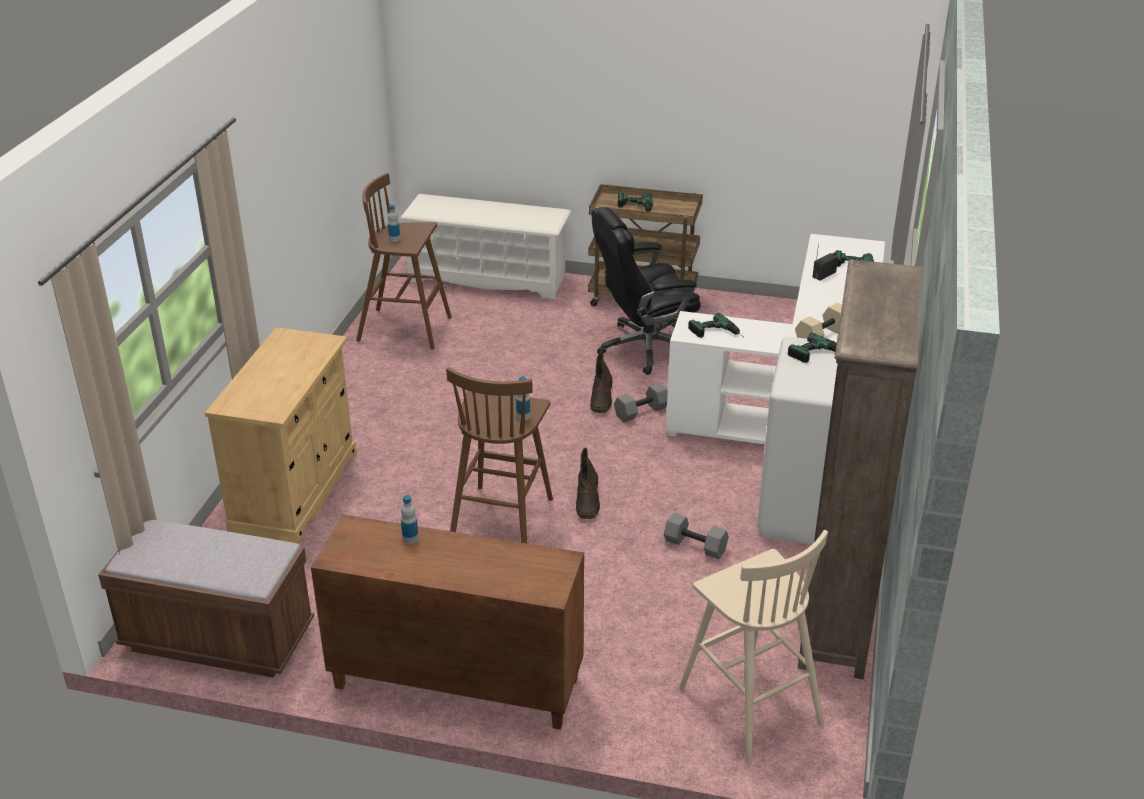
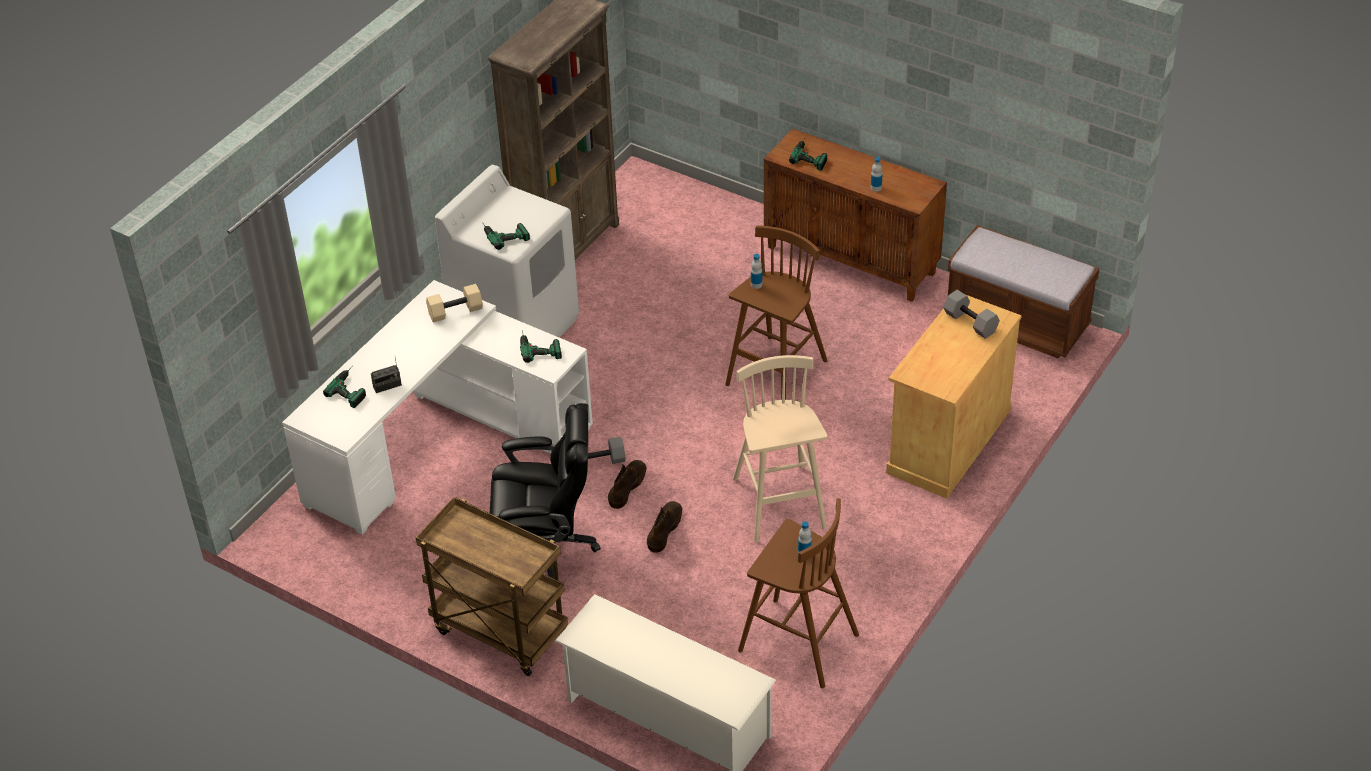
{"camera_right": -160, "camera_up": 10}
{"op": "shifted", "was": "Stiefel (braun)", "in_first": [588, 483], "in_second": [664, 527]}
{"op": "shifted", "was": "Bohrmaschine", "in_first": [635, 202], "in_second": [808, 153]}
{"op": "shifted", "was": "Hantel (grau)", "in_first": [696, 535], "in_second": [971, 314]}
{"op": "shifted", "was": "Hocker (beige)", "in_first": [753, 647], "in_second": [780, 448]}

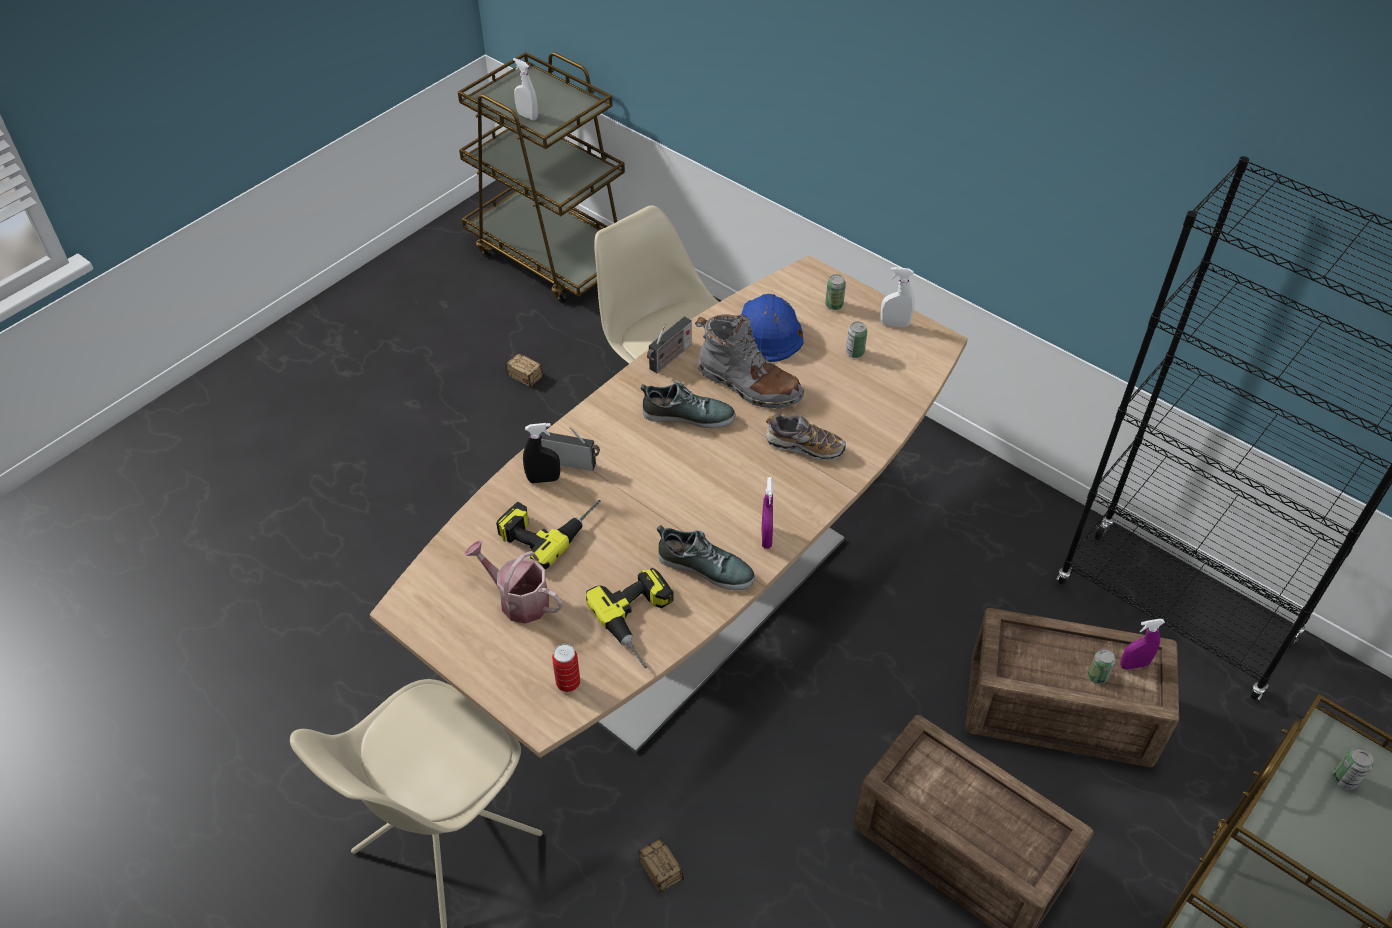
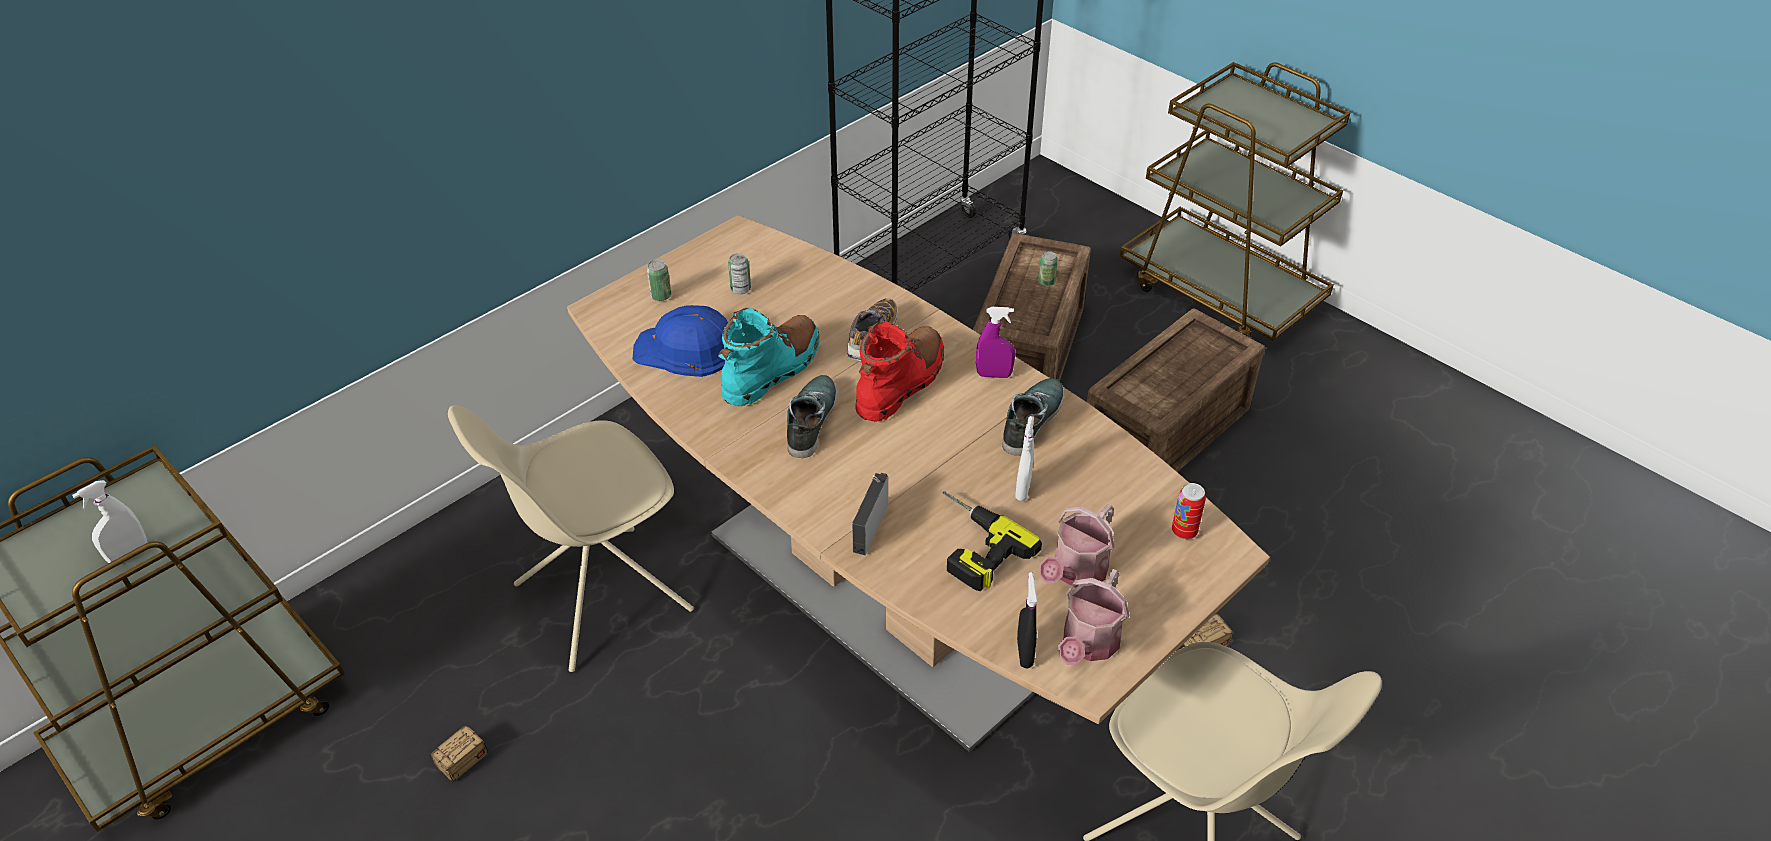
{"camera_right": -85, "camera_up": -5}
{"op": "shifted", "was": "Sprühflasche (schwarz)", "in_first": [541, 453], "in_second": [1027, 620]}
{"op": "gone", "was": "Bohrmaschine", "in_first": [630, 618]}
{"op": "gone", "was": "Radio", "in_first": [669, 345]}
{"op": "repainted", "was": "Stiefel (grau)", "now": "Stiefel (türkis)", "in_first": [749, 362], "in_second": [769, 357]}
{"op": "shifted", "was": "Sprühflasche (weiß)", "in_first": [897, 297], "in_second": [1024, 458]}
{"op": "gone", "was": "Sprühflasche (lila)", "in_first": [1142, 644]}
{"op": "gone", "was": "Dose", "in_first": [1353, 769]}
{"op": "new", "now": "Stiefel (rot)", "in_second": [899, 372]}
{"op": "new", "now": "Gießkanne", "in_second": [1094, 617]}

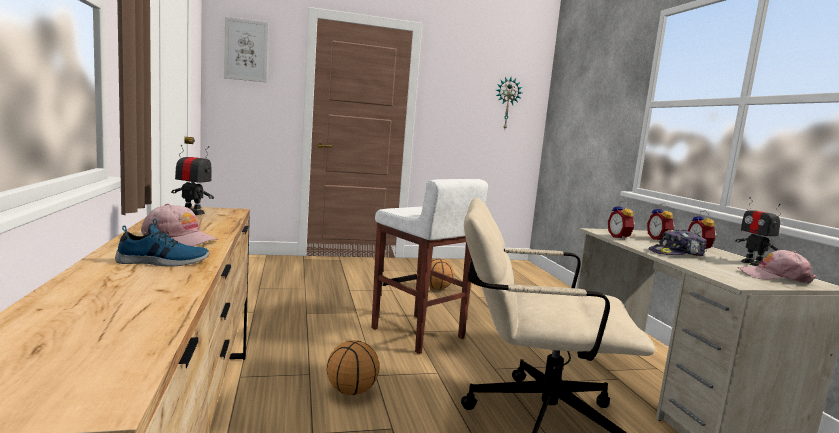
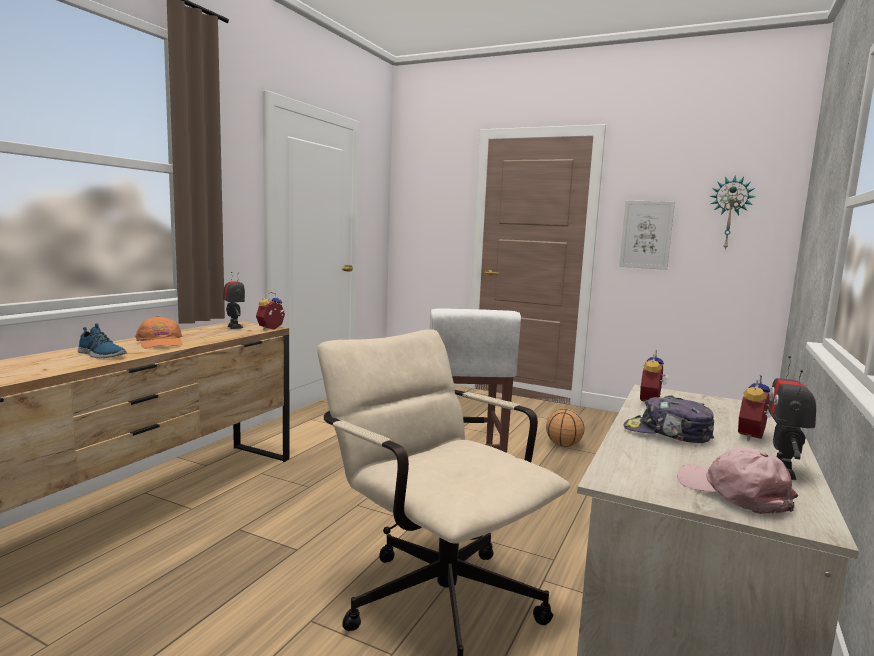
{"camera_right": 40, "camera_up": 0}
{"op": "repainted", "was": "Kappe (rosa)", "now": "Kappe (orange)", "in_first": [180, 225], "in_second": [158, 332]}
{"op": "shifted", "was": "Bild", "in_first": [246, 49], "in_second": [647, 235]}
{"op": "gone", "was": "Basketball", "in_first": [353, 367]}
{"op": "shifted", "was": "Wecker", "in_first": [661, 221], "in_second": [270, 311]}

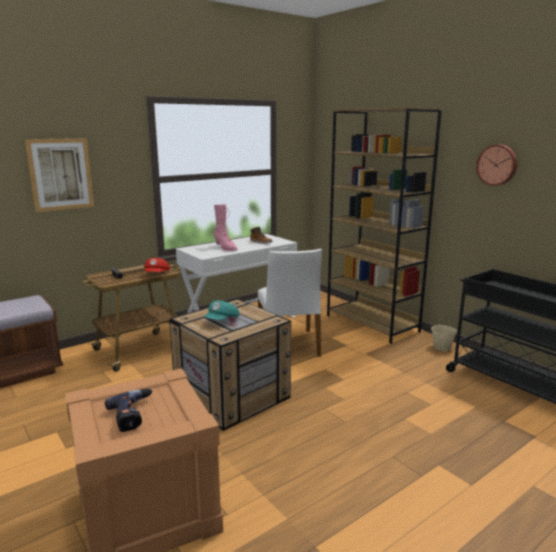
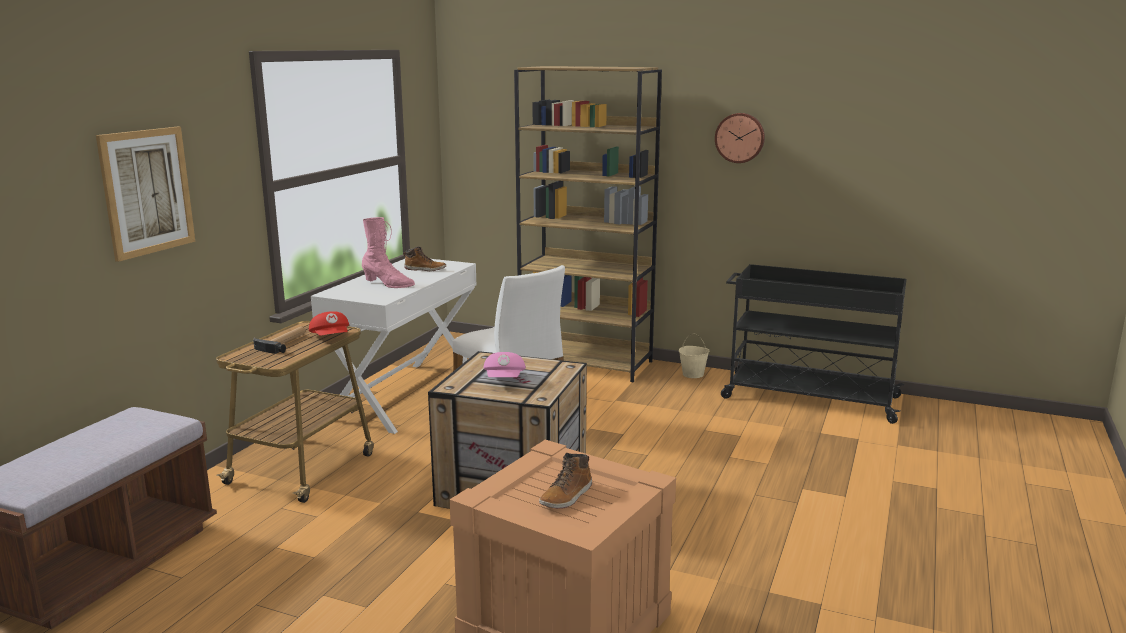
{"camera_right": -30, "camera_up": 0}
{"op": "swapped", "was": "Bohrmaschine", "now": "Stiefel", "in_first": [128, 410], "in_second": [565, 481]}
{"op": "repainted", "was": "Kappe (türkis)", "now": "Kappe (rosa)", "in_first": [222, 310], "in_second": [504, 364]}

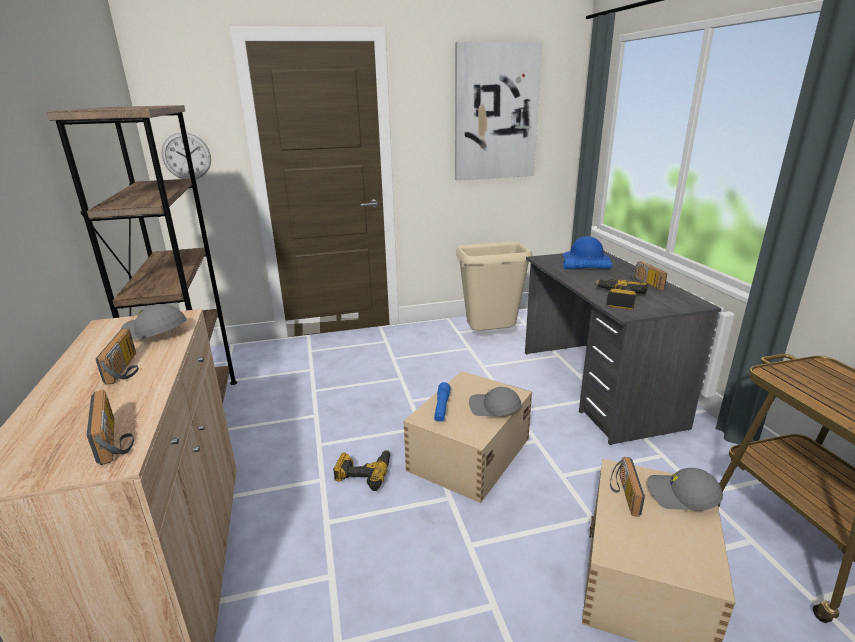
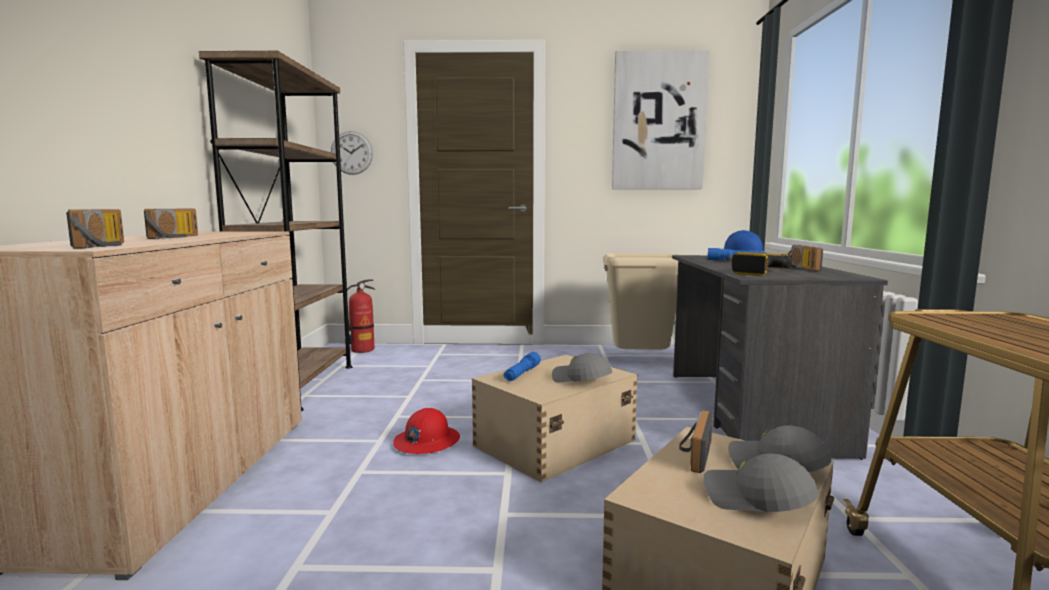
{"camera_right": 15, "camera_up": -15}
{"op": "shifted", "was": "Kappe (grau)", "in_first": [153, 322], "in_second": [761, 482]}
{"op": "swapped", "was": "Bohrmaschine", "now": "Schutzhelm (rot)", "in_first": [361, 470], "in_second": [426, 431]}
{"op": "new", "now": "Feuerlöscher", "in_second": [361, 316]}

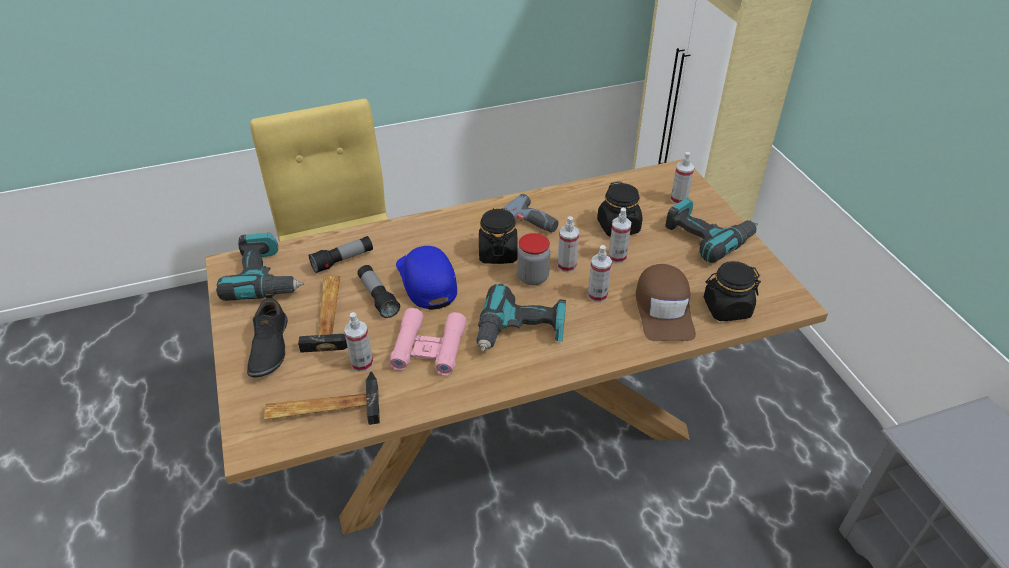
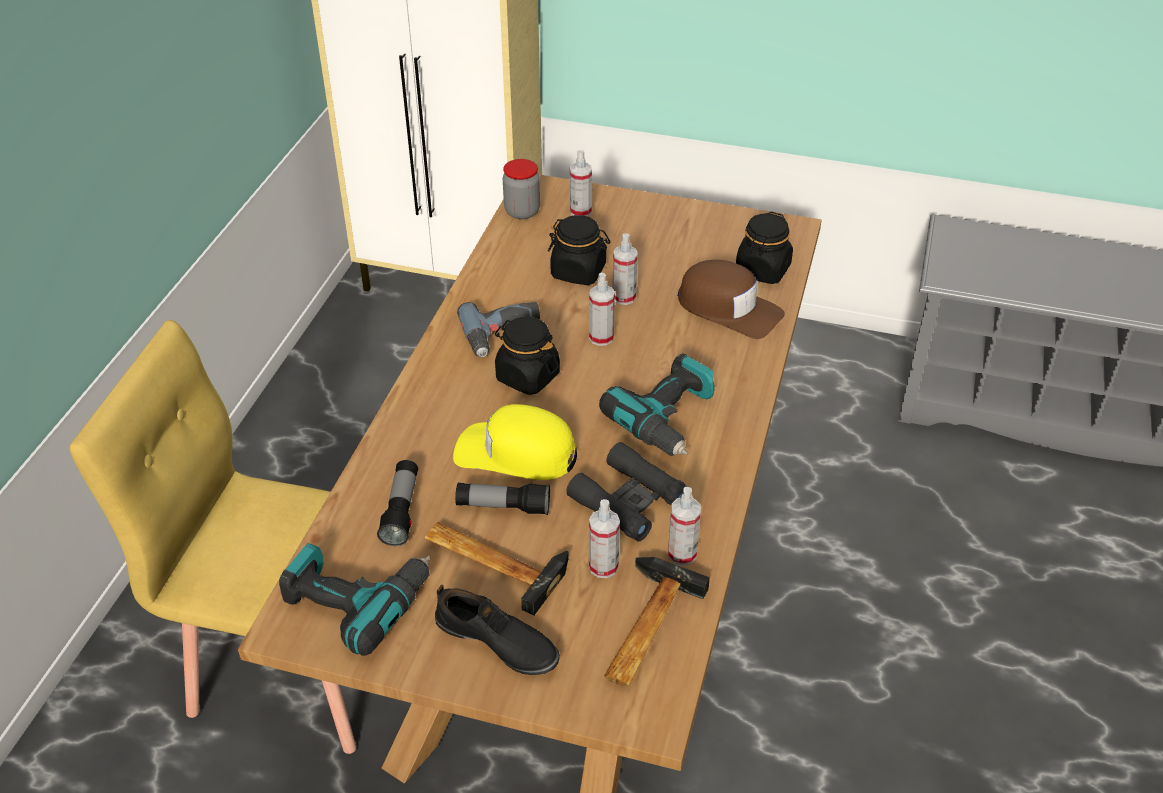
{"camera_right": -55, "camera_up": 0}
{"op": "repainted", "was": "Fernglas (rosa)", "now": "Fernglas (schwarz)", "in_first": [428, 342], "in_second": [626, 491]}
{"op": "repainted", "was": "Kappe (blau)", "now": "Kappe (gelb)", "in_first": [426, 278], "in_second": [515, 442]}
{"op": "shifted", "was": "Vorratsglas", "in_first": [533, 259], "in_second": [521, 189]}
{"op": "shifted", "was": "Sprühflasche", "in_first": [600, 274], "in_second": [684, 526]}
{"op": "gone", "was": "Bohrmaschine", "in_first": [712, 230]}

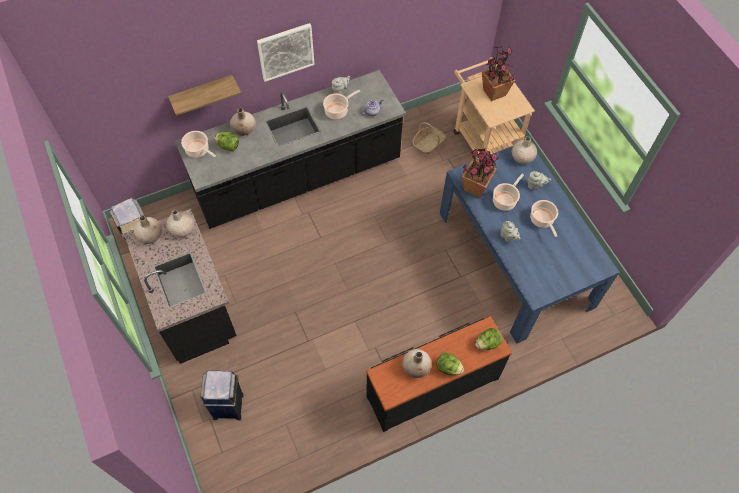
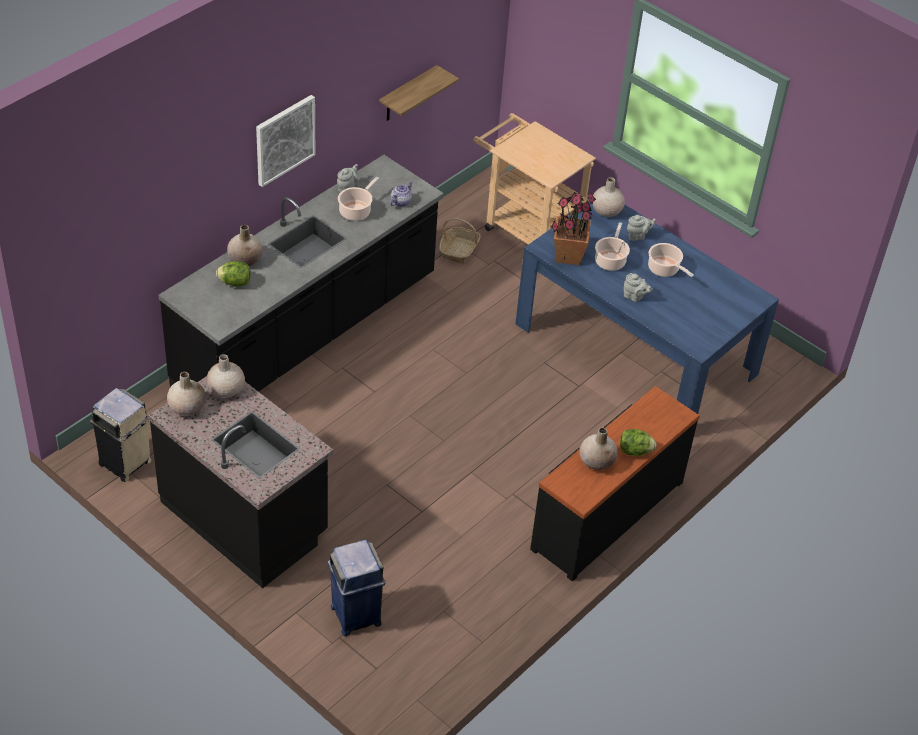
{"camera_right": -25, "camera_up": -15}
{"op": "shifted", "was": "Wandregal", "in_first": [204, 95], "in_second": [419, 93]}
{"op": "gone", "was": "Kochtopf", "in_first": [198, 144]}
{"op": "gone", "was": "Salatkopf", "in_first": [489, 339]}
{"op": "gone", "was": "Topfpflanze", "in_first": [498, 73]}

